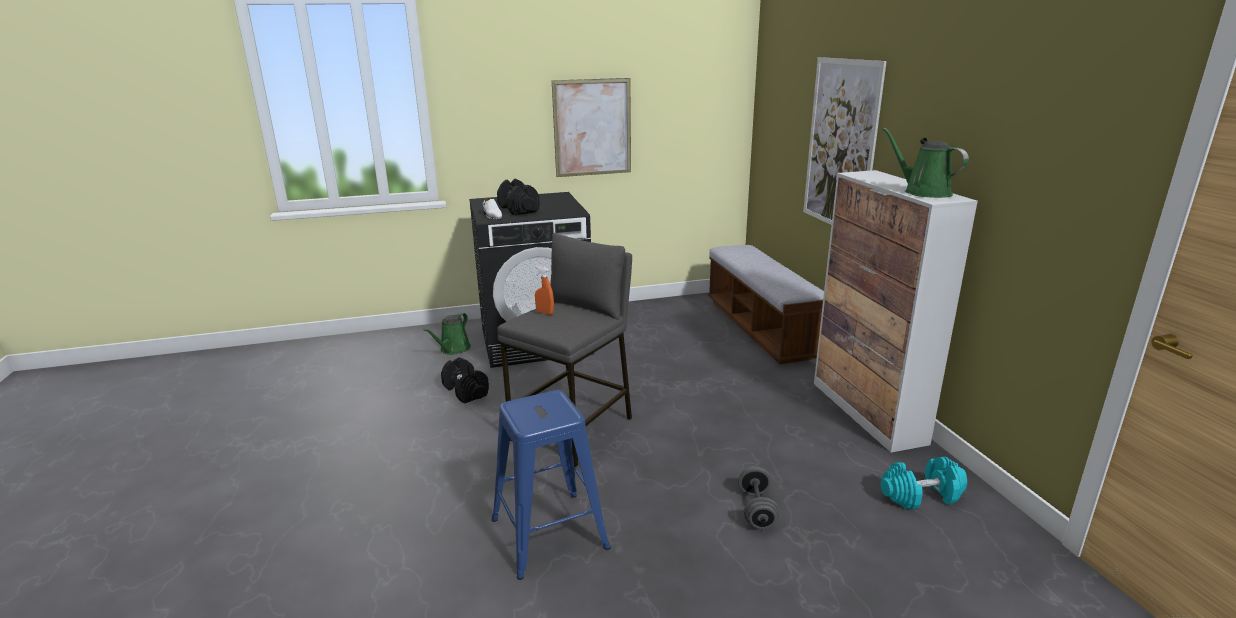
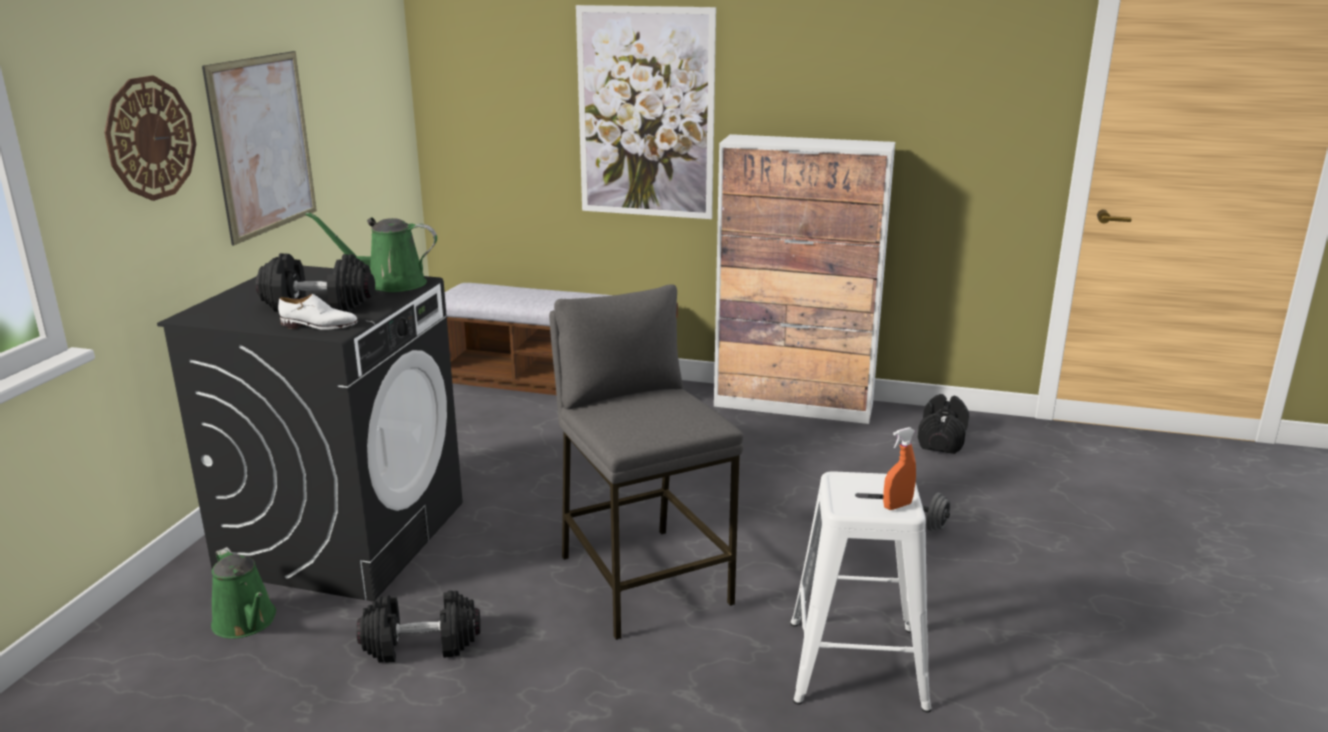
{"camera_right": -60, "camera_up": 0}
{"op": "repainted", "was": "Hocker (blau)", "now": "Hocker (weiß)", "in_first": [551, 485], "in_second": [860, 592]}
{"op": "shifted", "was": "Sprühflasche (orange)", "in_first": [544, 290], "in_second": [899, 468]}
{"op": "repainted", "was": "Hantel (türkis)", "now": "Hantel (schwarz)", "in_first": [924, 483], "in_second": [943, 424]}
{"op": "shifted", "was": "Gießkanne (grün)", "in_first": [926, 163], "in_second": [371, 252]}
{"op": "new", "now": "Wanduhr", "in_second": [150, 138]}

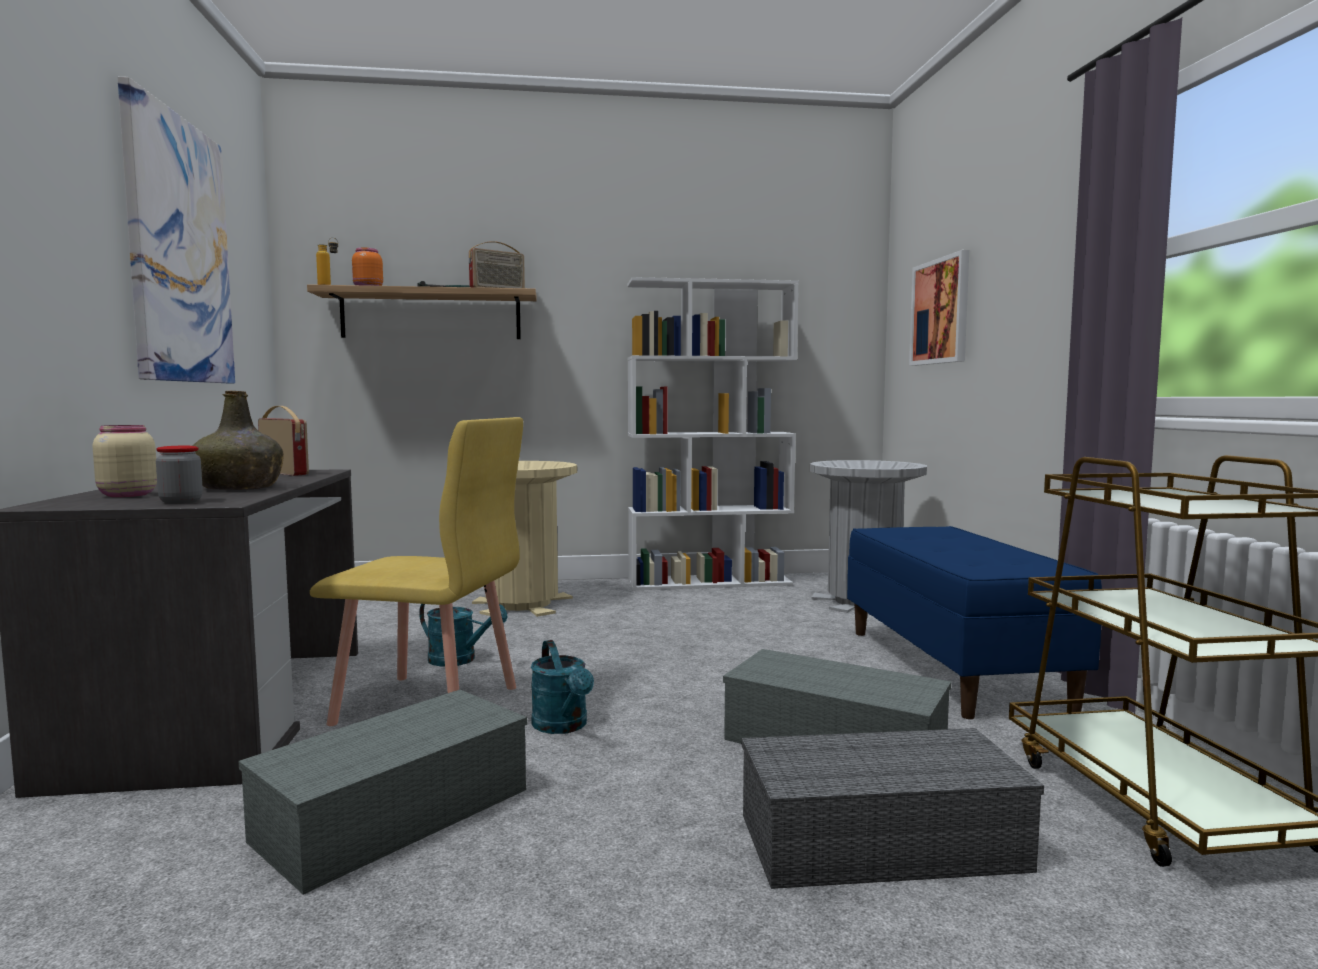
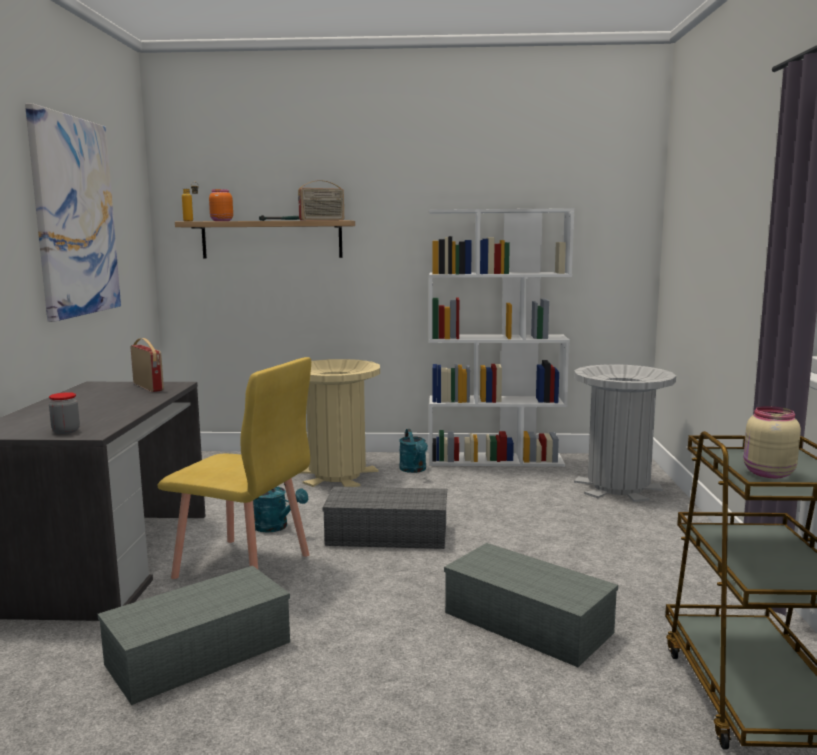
{"camera_right": 10, "camera_up": 5}
{"op": "shifted", "was": "Vorratsglas (beige)", "in_first": [125, 461], "in_second": [772, 442]}
{"op": "gone", "was": "Flasche (grün)", "in_first": [238, 440]}
{"op": "shifted", "was": "Gießkanne (türkis)", "in_first": [562, 687], "in_second": [413, 451]}
{"op": "shifted", "was": "Aufbewahrungsbox (grau)", "in_first": [893, 808], "in_second": [384, 518]}
{"op": "gone", "was": "Bank (blau)", "in_first": [974, 622]}
{"op": "gone", "was": "Bild", "in_first": [939, 308]}

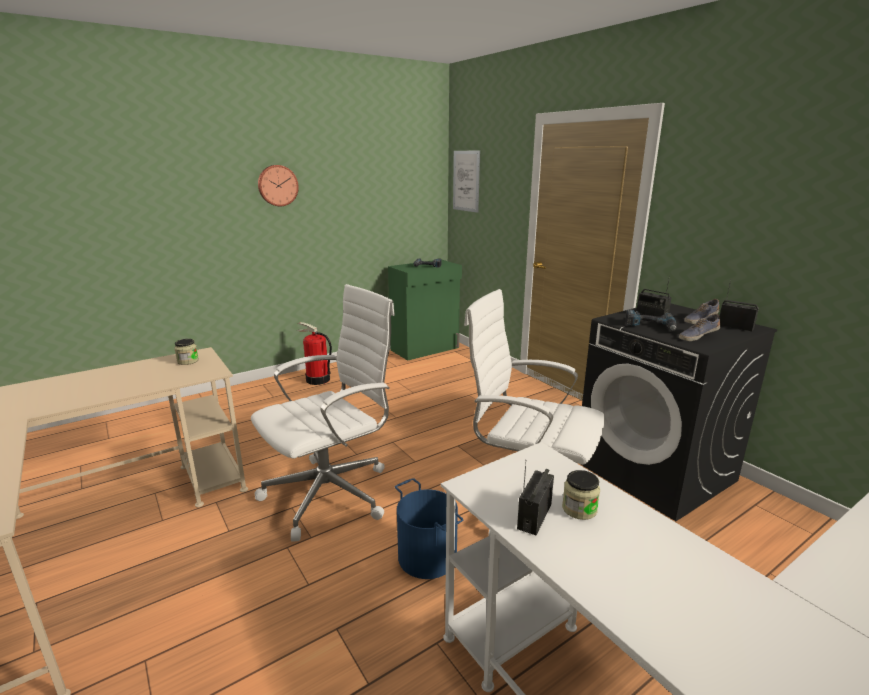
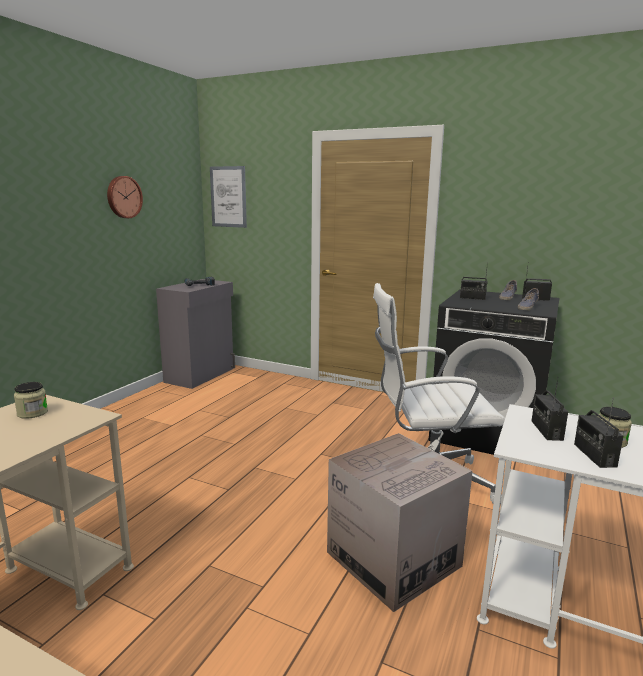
{"camera_right": -30, "camera_up": -5}
{"op": "gone", "was": "Bürostuhl (weiß)", "in_first": [323, 413]}
{"op": "shifted", "was": "Wanduhr", "in_first": [278, 185], "in_second": [125, 197]}
{"op": "gone", "was": "Feuerlöscher", "in_first": [314, 353]}
{"op": "repainted", "was": "Schrank (grün)", "now": "Schrank (grau)", "in_first": [425, 310], "in_second": [195, 334]}
{"op": "swapped", "was": "Eimer (blau)", "now": "Karton", "in_first": [429, 528], "in_second": [400, 522]}
{"op": "gone", "was": "Bohrmaschine", "in_first": [651, 320]}
{"op": "new", "now": "Radio", "in_second": [550, 409]}

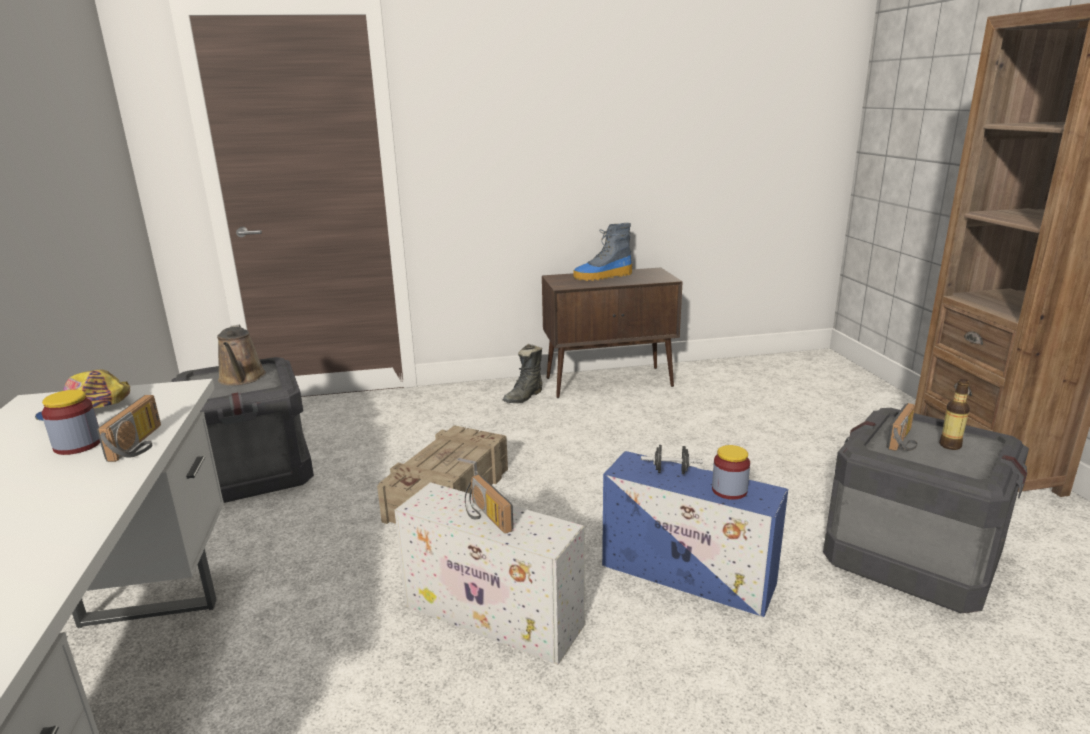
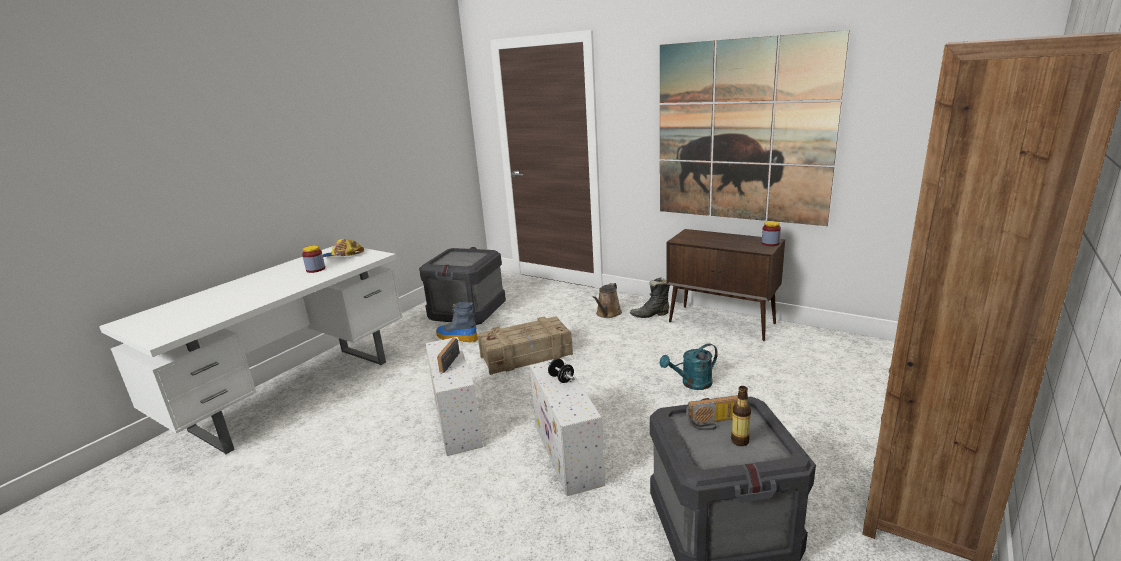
{"camera_right": 45, "camera_up": 0}
{"op": "gone", "was": "Radio", "in_first": [129, 428]}
{"op": "shifted", "was": "Gießkanne (braun)", "in_first": [241, 355], "in_second": [607, 300]}
{"op": "shifted", "was": "Stiefel", "in_first": [602, 252], "in_second": [457, 322]}
{"op": "repainted", "was": "Aufbewahrungsbox (blau)", "now": "Aufbewahrungsbox (weiß)", "in_first": [695, 534], "in_second": [567, 427]}
{"op": "shifted", "was": "Vorratsglas", "in_first": [731, 472], "in_second": [771, 233]}
{"op": "new", "now": "Bild", "in_second": [754, 128]}
{"op": "new", "now": "Gießkanne (türkis)", "in_second": [689, 366]}

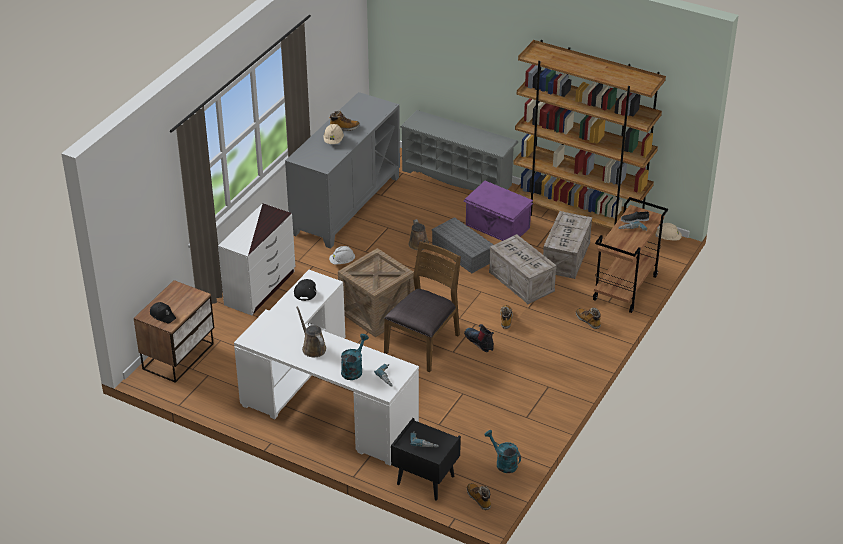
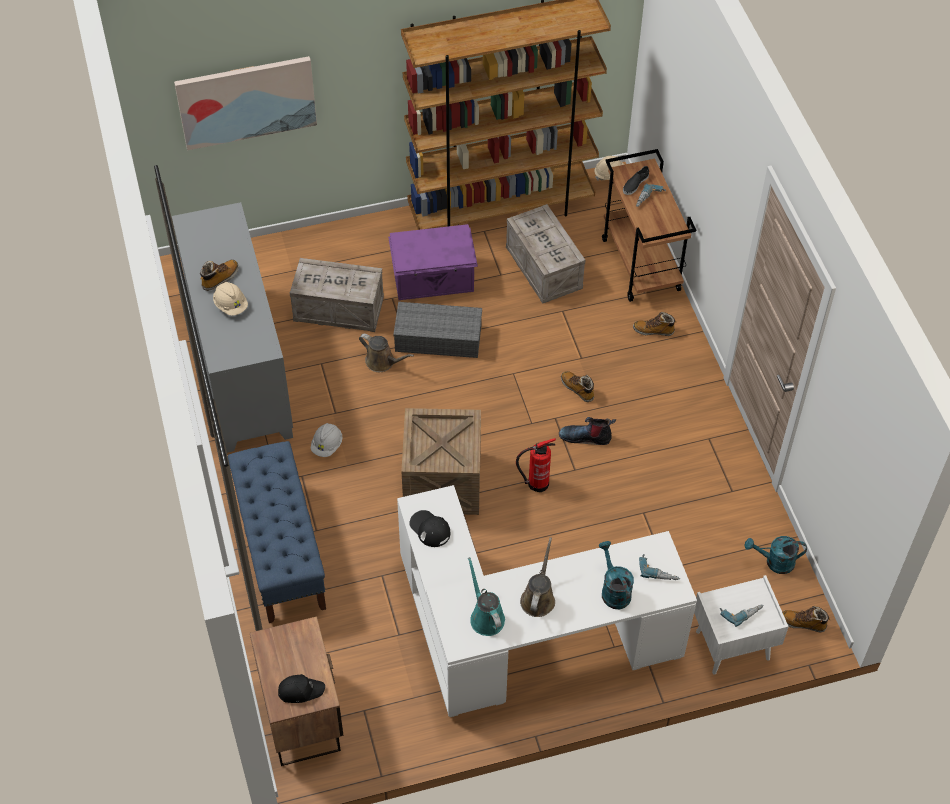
{"camera_right": -45, "camera_up": 15}
{"op": "swapped", "was": "Kommode (weiß)", "now": "Bank (blau)", "in_first": [256, 259], "in_second": [277, 532]}
{"op": "rotated", "was": "Gießkanne (braun)", "in_first": [311, 331], "in_second": [537, 577], "clockwise": 90}
{"op": "swapped", "was": "Stuhl (braun)", "now": "Feuerlöscher", "in_first": [422, 306], "in_second": [536, 465]}
{"op": "repainted", "was": "Nachttisch (schwarz)", "now": "Nachttisch (weiß)", "in_first": [426, 459], "in_second": [741, 624]}
{"op": "gone", "was": "Schuhregal (grau)", "in_first": [459, 150]}
{"op": "shifted", "was": "Kiste", "in_first": [523, 269], "in_second": [337, 295]}
{"op": "new", "now": "Bild", "in_second": [245, 103]}
{"op": "new", "now": "Gießkanne (türkis)", "in_second": [486, 596]}

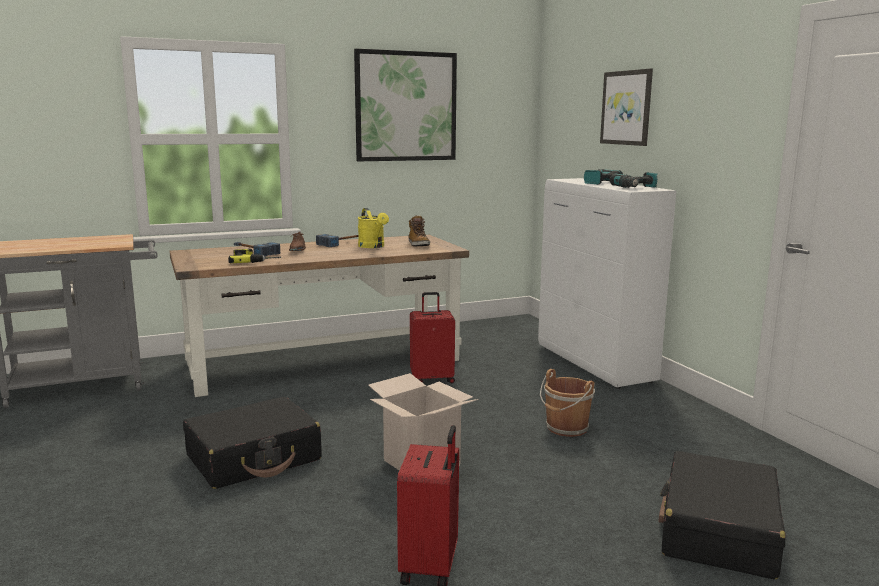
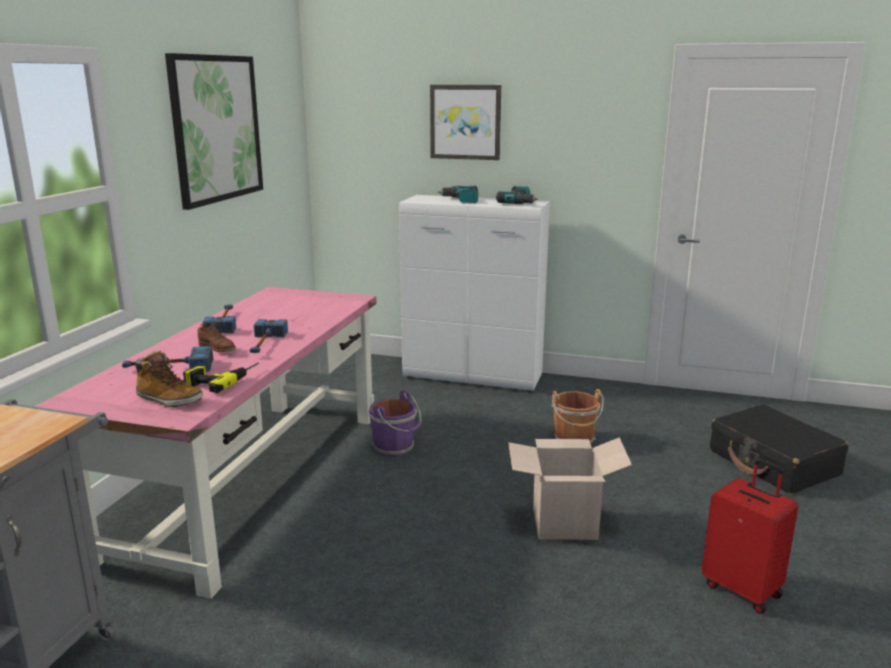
{"camera_right": -50, "camera_up": 5}
{"op": "repainted", "was": "Schreibtisch (braun)", "now": "Schreibtisch (rosa)", "in_first": [319, 316], "in_second": [205, 443]}
{"op": "gone", "was": "Koffer (schwarz)", "in_first": [252, 443]}
{"op": "gone", "was": "Gießkanne (gelb)", "in_first": [373, 228]}
{"op": "shifted", "was": "Stiefel", "in_first": [419, 230], "in_second": [168, 379]}
{"op": "swapped", "was": "Koffer (rot)", "now": "Eimer (lila)", "in_first": [432, 337], "in_second": [395, 423]}
{"op": "new", "now": "Hammer", "in_second": [269, 336]}

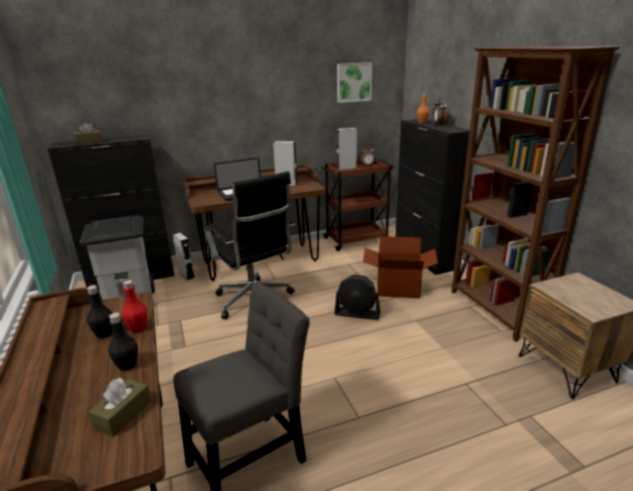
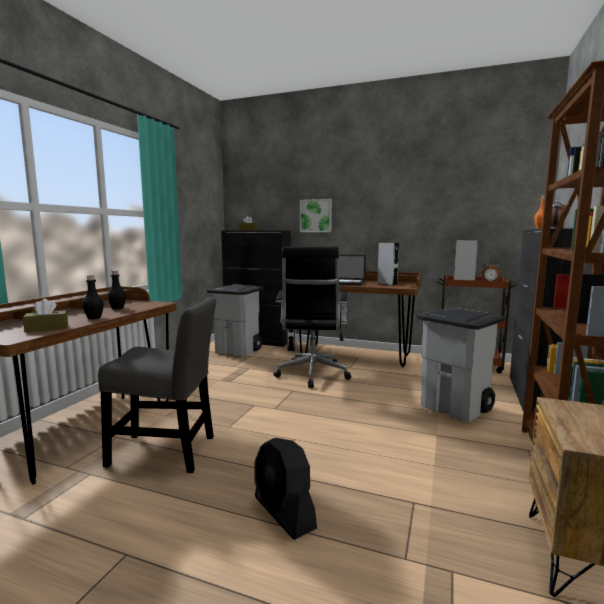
{"camera_right": 40, "camera_up": -15}
{"op": "gone", "was": "Flasche (rot)", "in_first": [134, 306]}
{"op": "shifted", "was": "Ventilator (schwarz)", "in_first": [358, 297], "in_second": [285, 489]}
{"op": "shifted", "was": "Bild", "in_first": [354, 83], "in_second": [316, 215]}
{"op": "swapped", "was": "Karton", "now": "Mülleimer (grau)", "in_first": [400, 267], "in_second": [460, 365]}

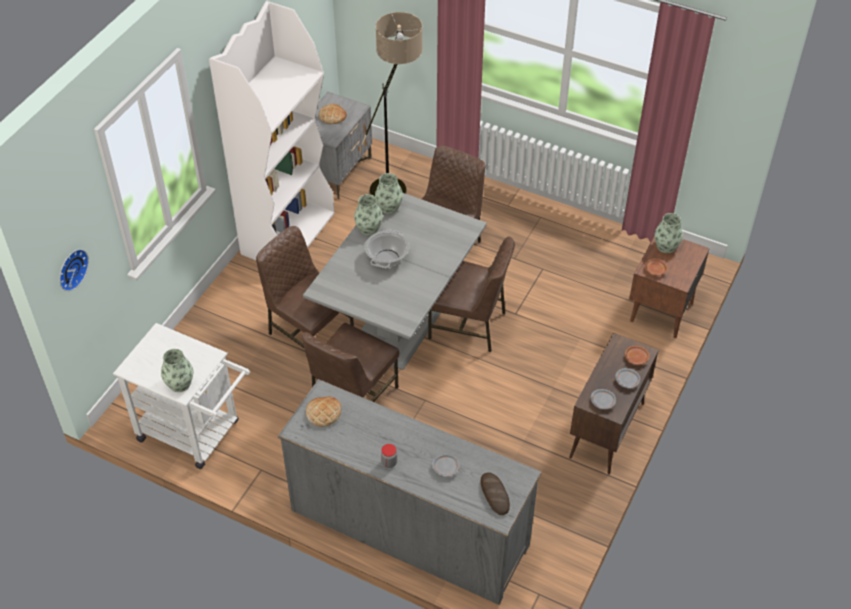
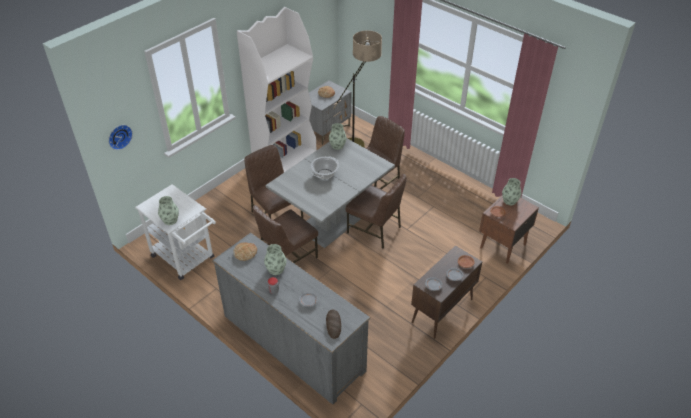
{"camera_right": 15, "camera_up": -5}
{"op": "shifted", "was": "Vase", "in_first": [368, 214], "in_second": [275, 259]}

